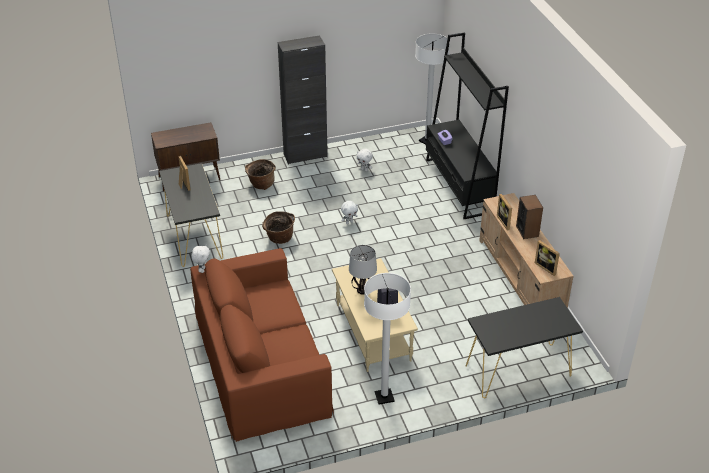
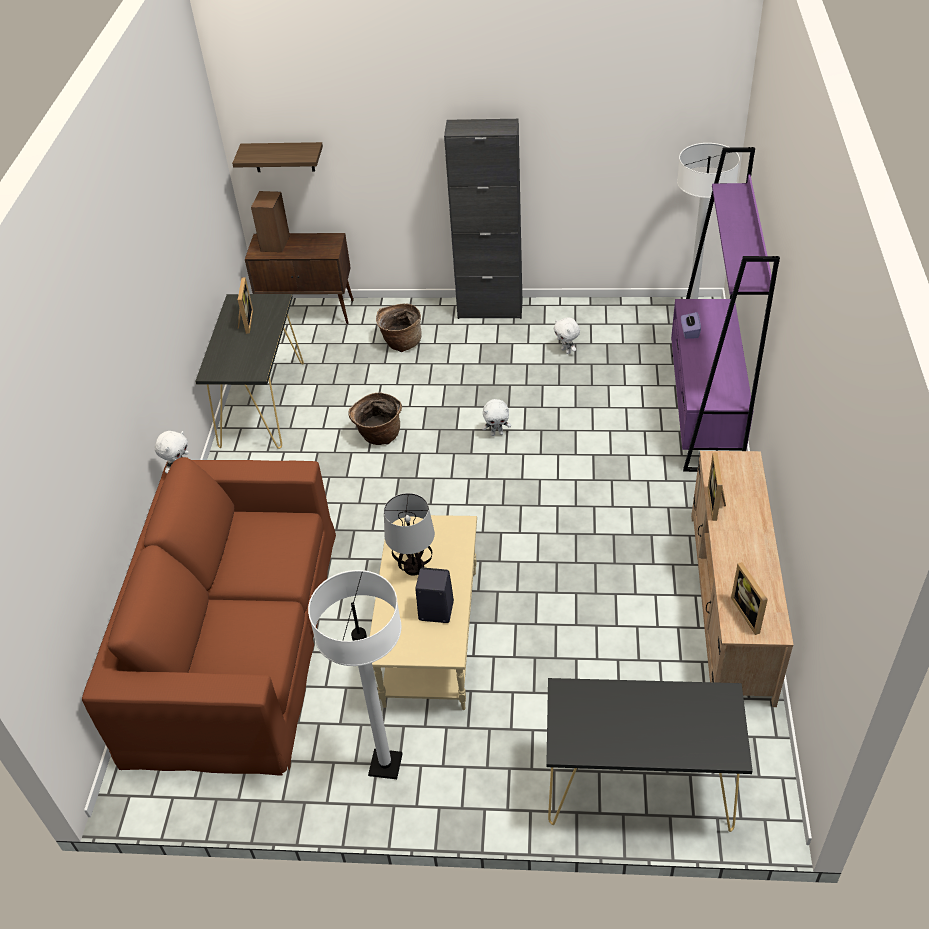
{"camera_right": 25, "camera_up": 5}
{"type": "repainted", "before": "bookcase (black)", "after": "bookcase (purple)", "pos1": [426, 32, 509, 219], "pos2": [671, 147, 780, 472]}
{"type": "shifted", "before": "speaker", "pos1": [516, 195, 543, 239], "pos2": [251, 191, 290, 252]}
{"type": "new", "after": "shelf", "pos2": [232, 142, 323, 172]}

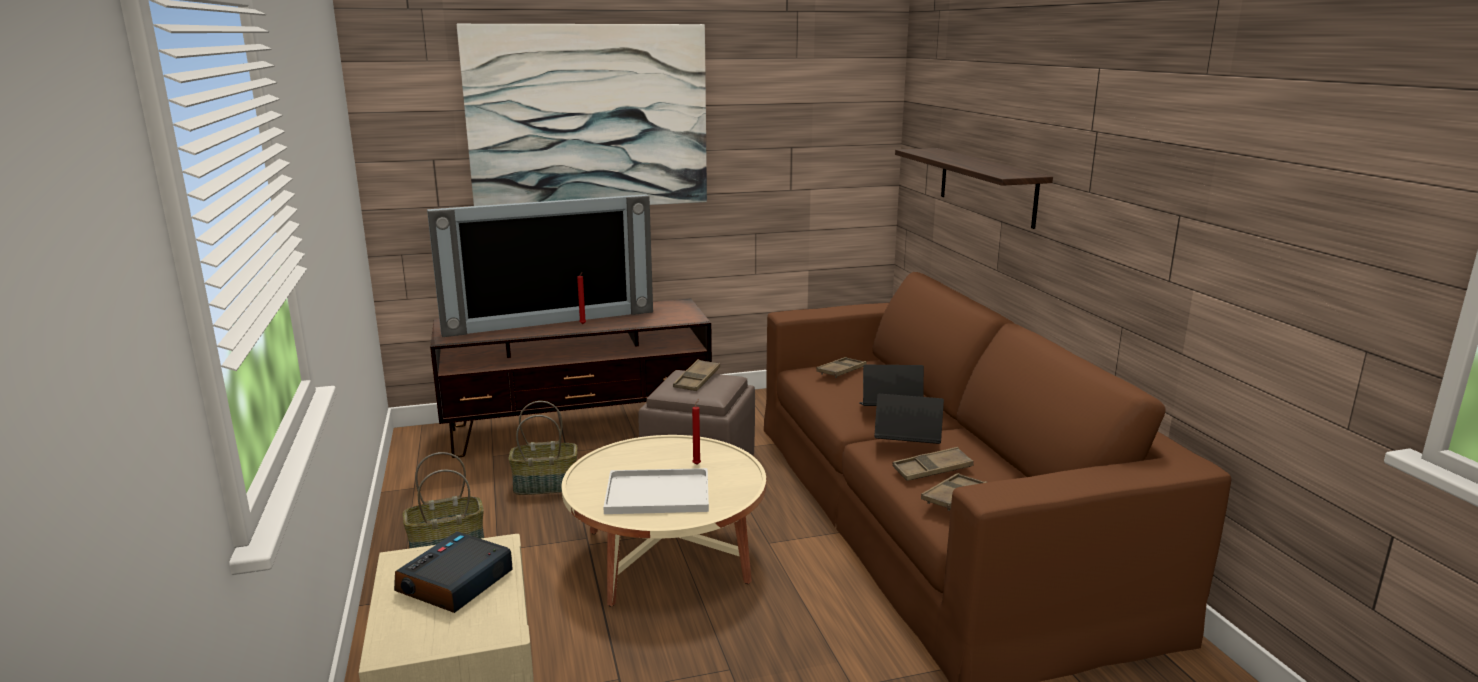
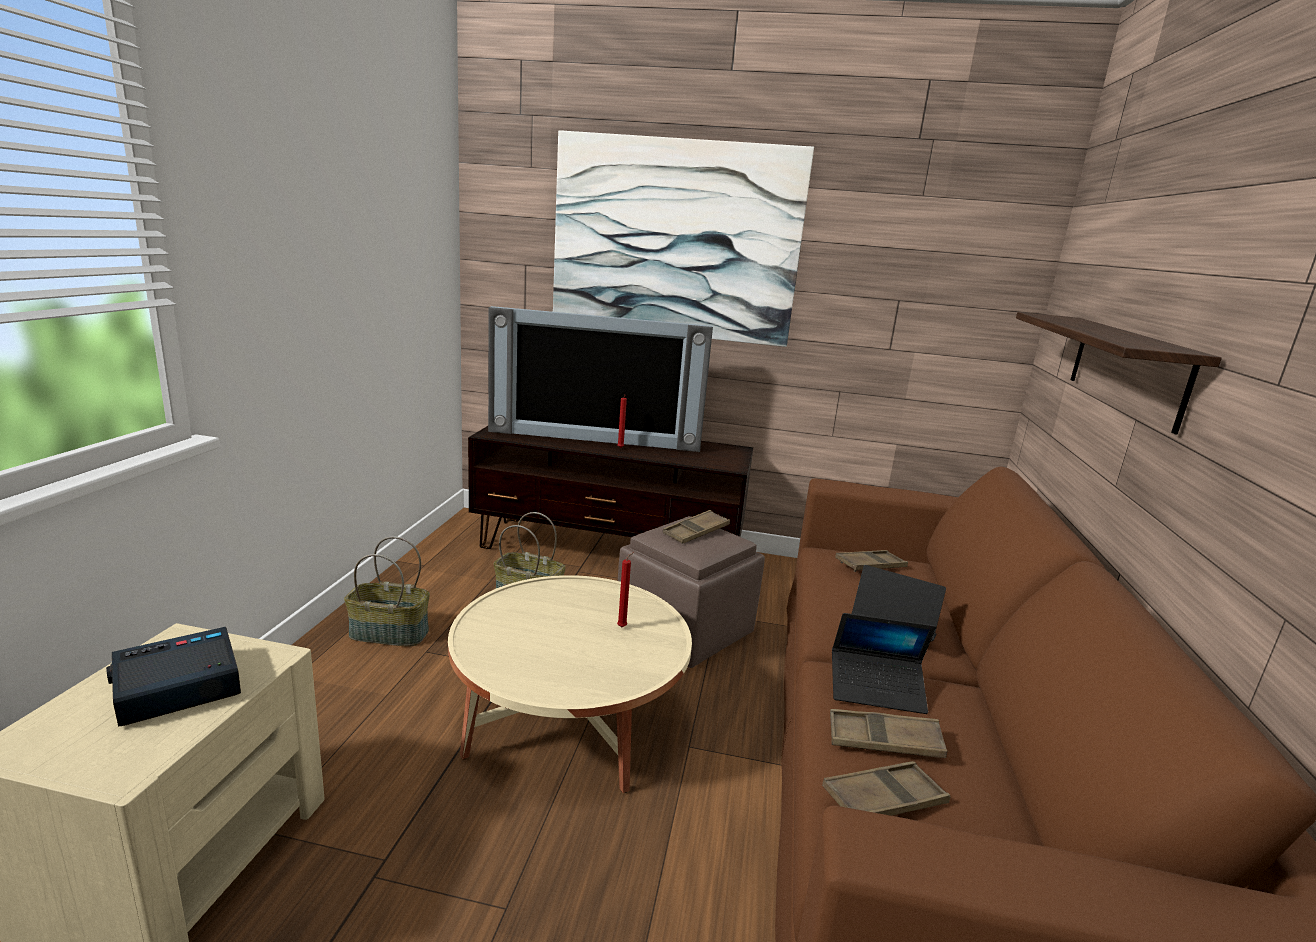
{"camera_right": 25, "camera_up": 0}
{"type": "gone", "before": "tray (white)", "pos1": [603, 468, 709, 514]}
{"type": "rotated", "before": "laptop", "pos1": [874, 394, 944, 444], "pos2": [832, 613, 936, 714], "turn": 150}

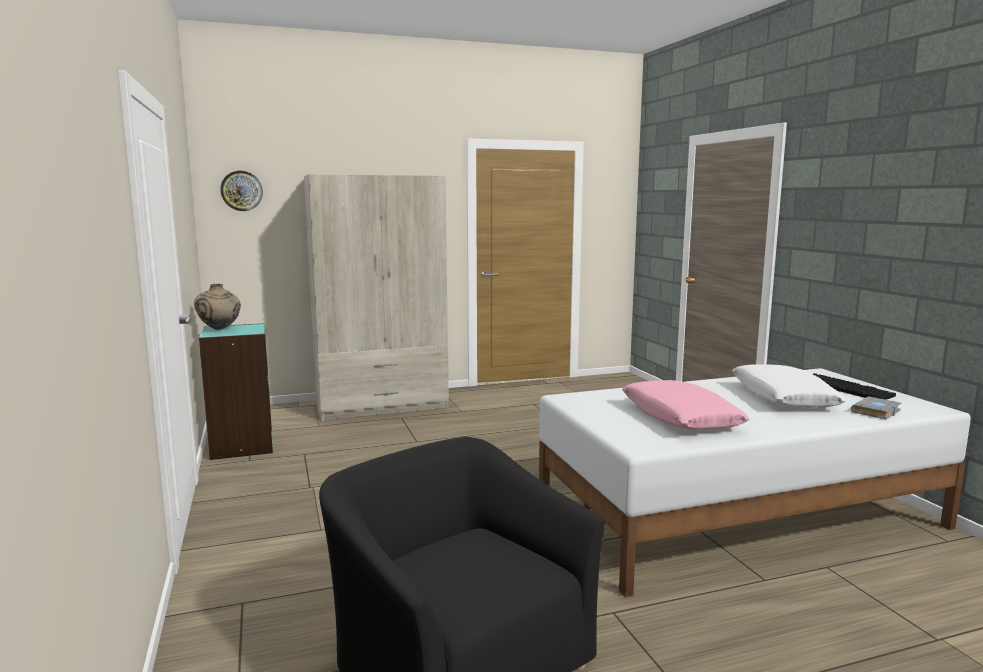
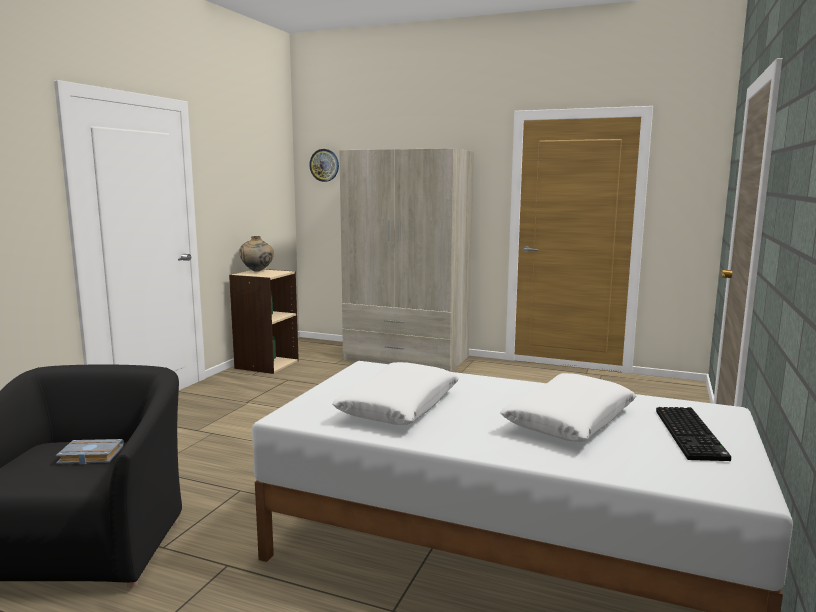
{"camera_right": 40, "camera_up": 0}
{"type": "repainted", "before": "bookcase (turquoise)", "after": "bookcase (beige)", "pos1": [199, 323, 273, 460], "pos2": [229, 269, 299, 374]}
{"type": "repainted", "before": "pillow (pink)", "after": "pillow (white)", "pos1": [622, 380, 749, 430], "pos2": [332, 362, 459, 425]}
{"type": "shifted", "before": "book (grey)", "pos1": [851, 396, 902, 419], "pos2": [56, 439, 124, 464]}

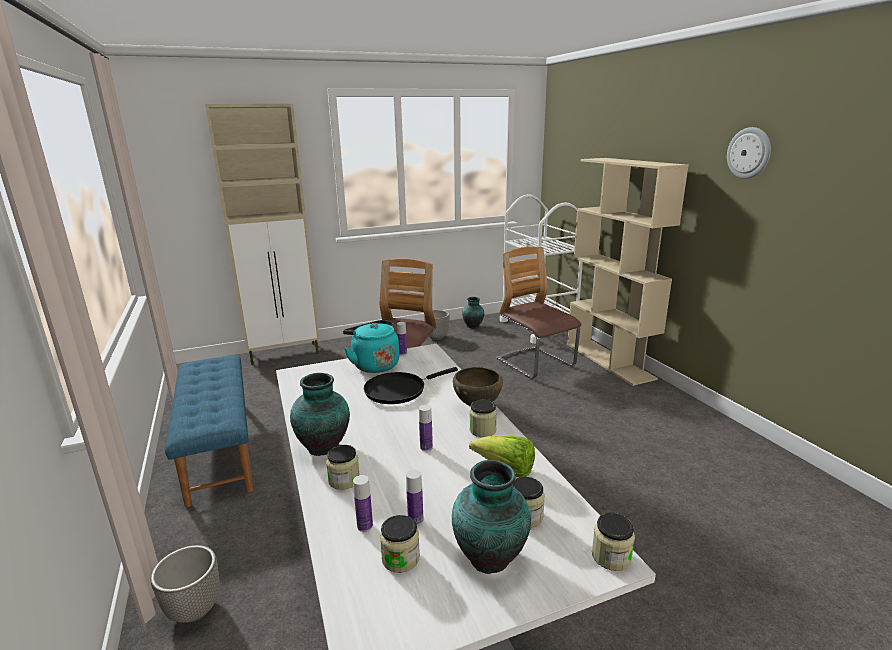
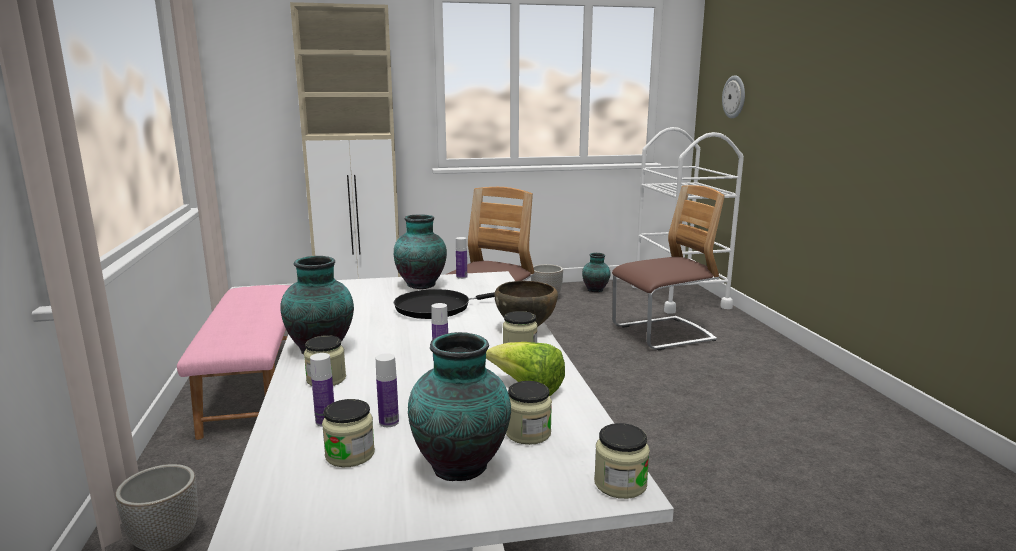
{"camera_right": 10, "camera_up": -5}
{"type": "repainted", "before": "bench (blue)", "after": "bench (pink)", "pos1": [165, 355, 253, 507], "pos2": [177, 285, 291, 440]}
{"type": "swapped", "before": "kettle (turquoise)", "after": "vase", "pos1": [343, 320, 399, 373], "pos2": [394, 215, 447, 289]}
{"type": "rotated", "before": "chair", "pos1": [496, 247, 581, 378], "pos2": [612, 185, 725, 351], "turn": 90}
{"type": "gone", "before": "bookcase (beige)", "pos1": [567, 158, 689, 386]}
{"type": "shifted", "before": "wall clock", "pos1": [727, 127, 771, 179], "pos2": [722, 75, 745, 118]}

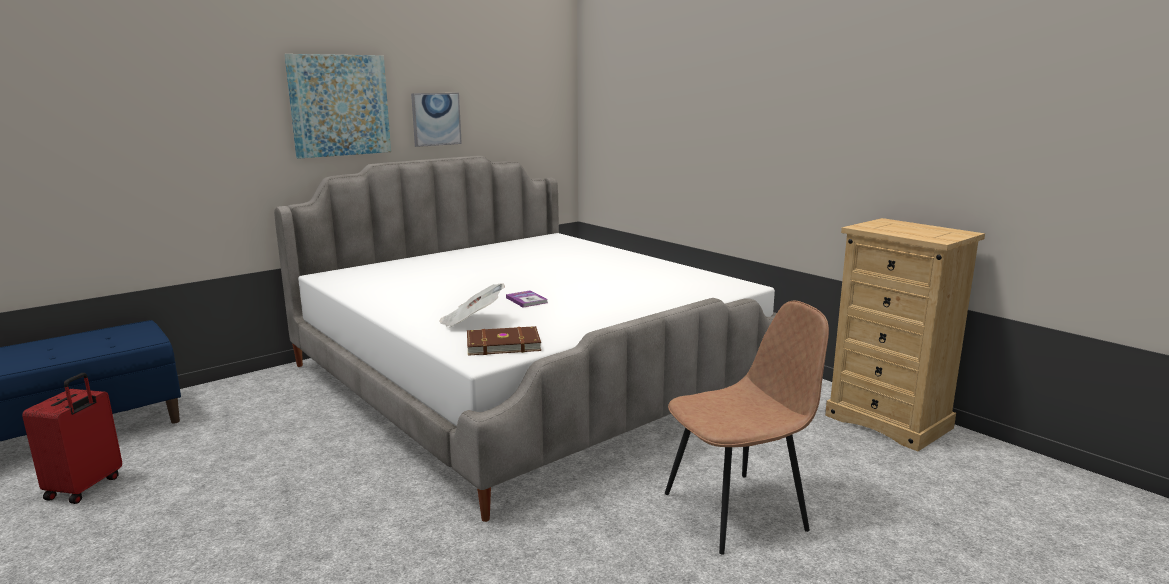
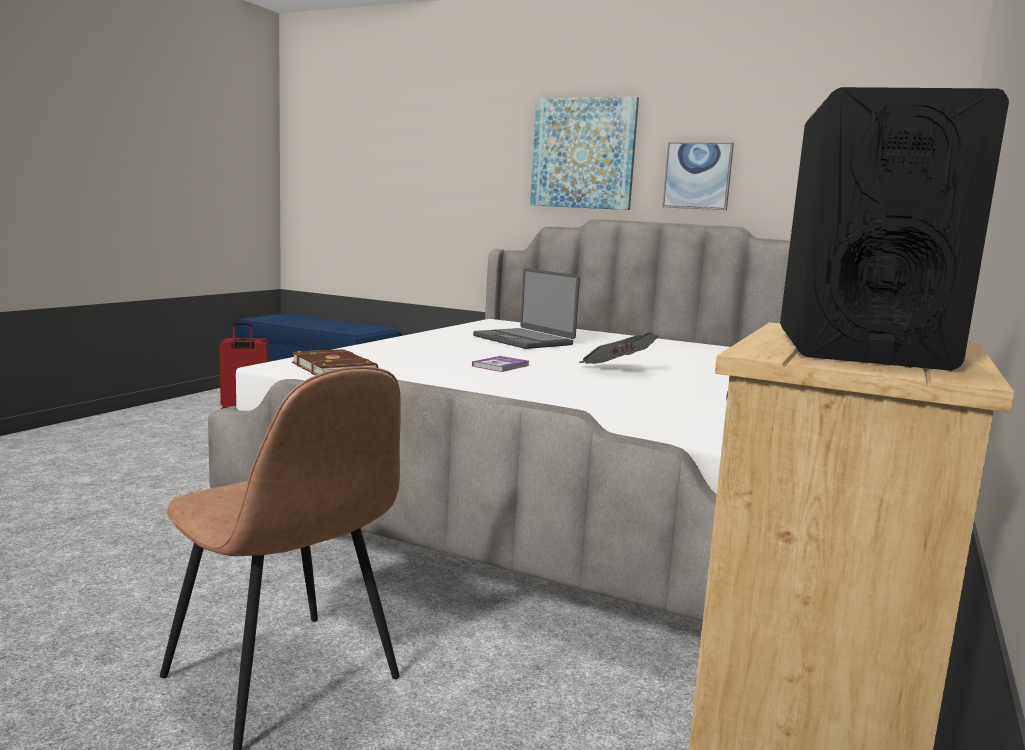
{"camera_right": 65, "camera_up": -5}
{"type": "shifted", "before": "newspaper", "pos1": [439, 283, 505, 328], "pos2": [579, 332, 659, 364]}
{"type": "new", "after": "laptop", "pos2": [473, 268, 580, 349]}
{"type": "new", "after": "speaker (black)", "pos2": [780, 87, 1009, 371]}

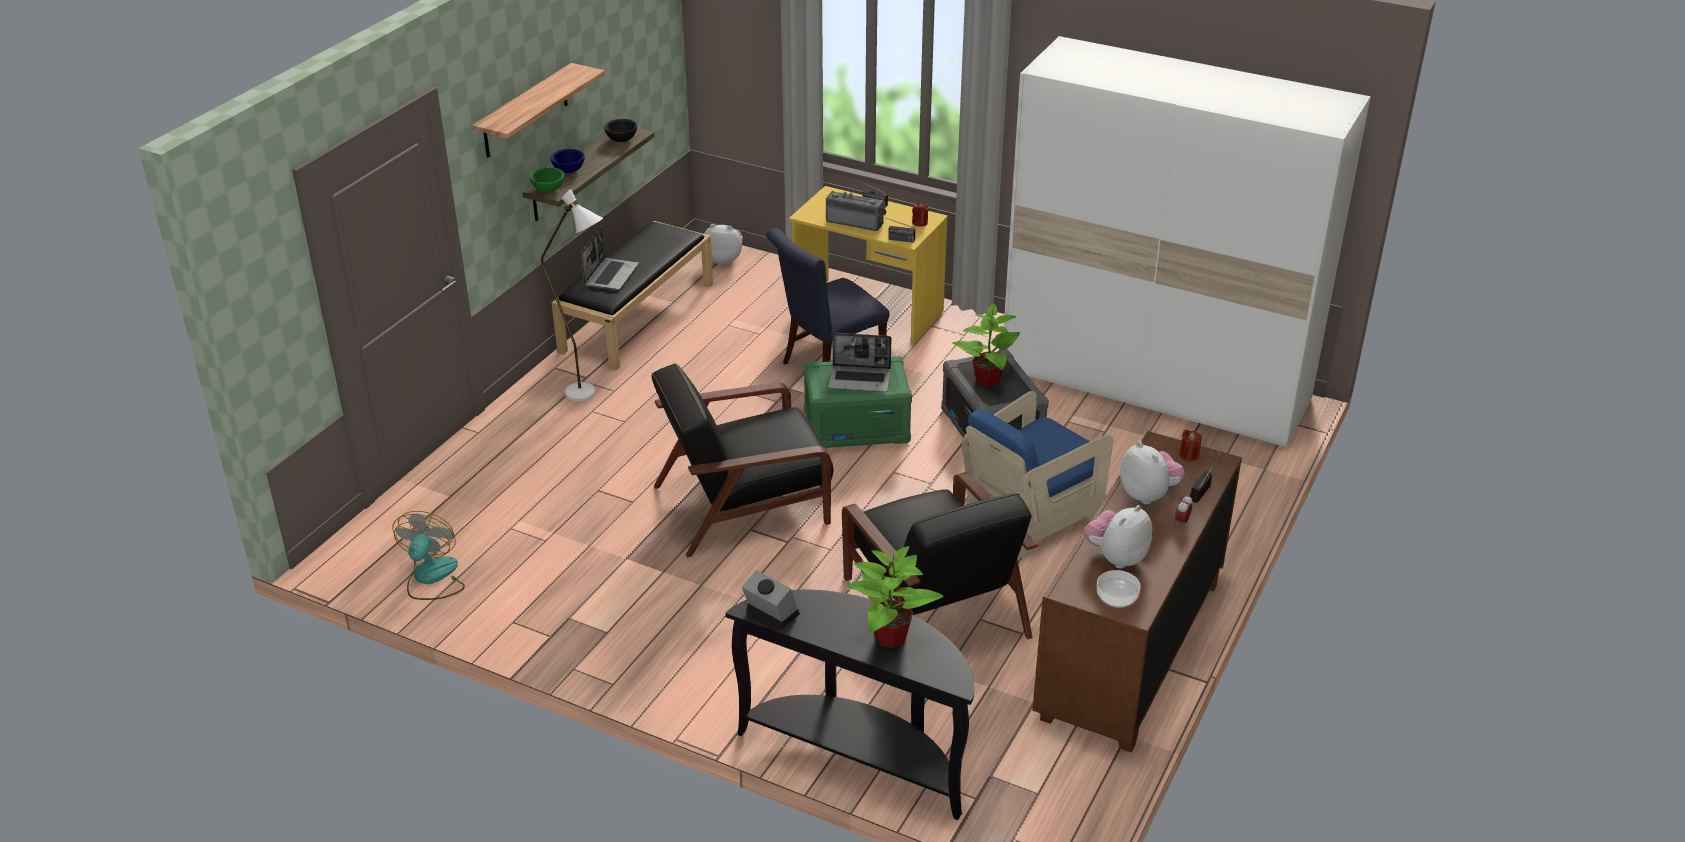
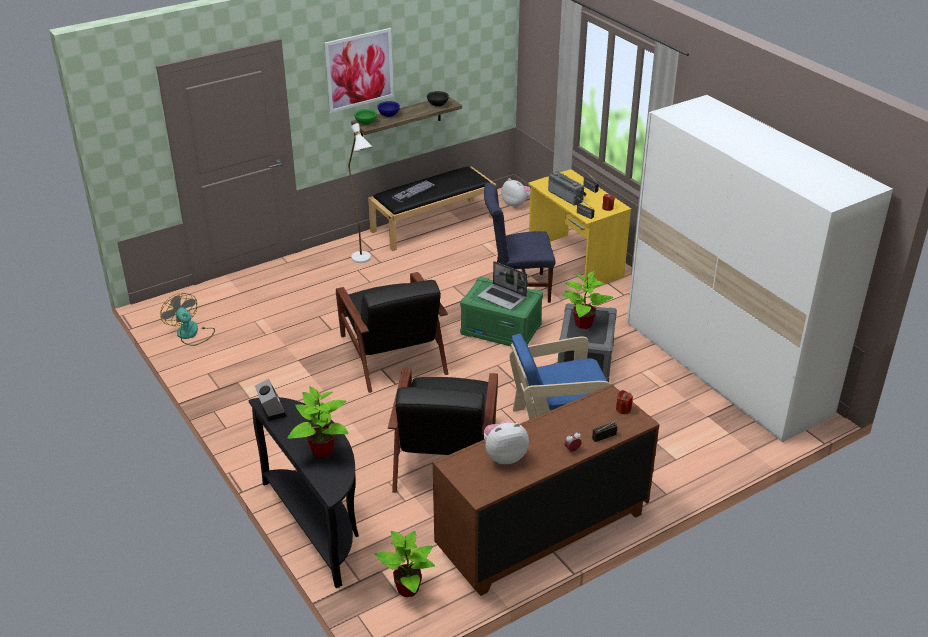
{"camera_right": 30, "camera_up": 0}
{"type": "rotated", "before": "fan", "pos1": [393, 511, 465, 600], "pos2": [160, 293, 215, 346], "turn": -75}
{"type": "swapped", "before": "shelf", "after": "picture", "pos1": [472, 63, 605, 158], "pos2": [324, 28, 394, 113]}
{"type": "swapped", "before": "laptop", "after": "keyboard", "pos1": [581, 227, 639, 290], "pos2": [392, 180, 436, 202]}
{"type": "rotated", "before": "armchair (black)", "pos1": [652, 363, 833, 557], "pos2": [336, 272, 448, 393], "turn": -120}
{"type": "gone", "before": "bowl", "pos1": [1097, 570, 1141, 608]}
{"type": "gone", "before": "plush toy", "pos1": [1120, 441, 1185, 505]}
{"type": "new", "after": "potted plant", "pos2": [375, 531, 435, 597]}

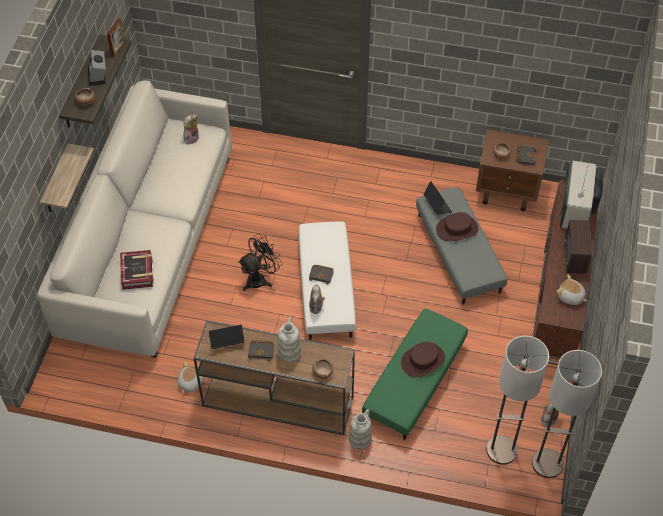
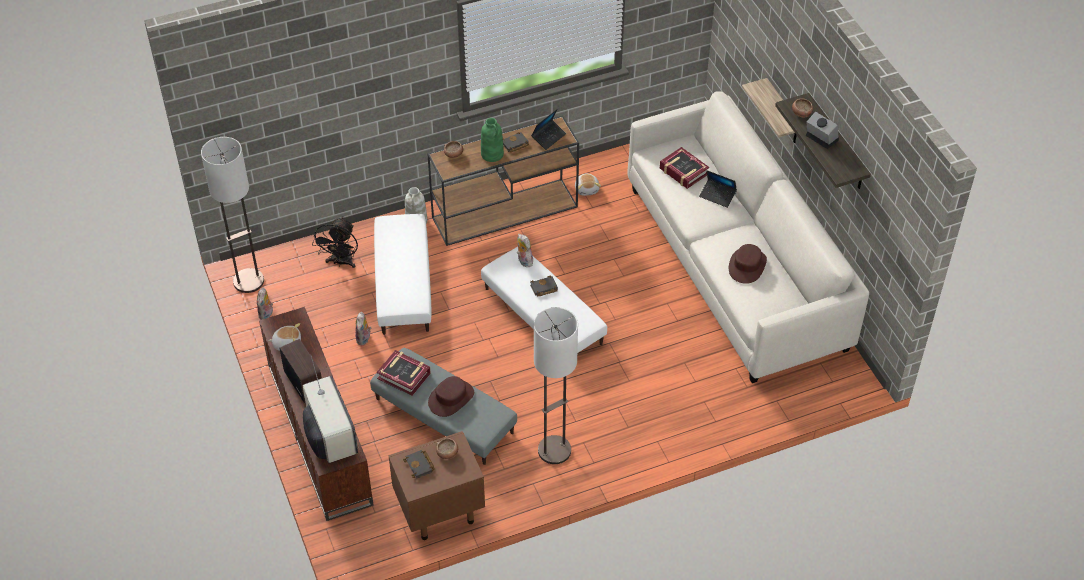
{"camera_right": 145, "camera_up": -5}
{"type": "gone", "before": "picture frame", "pos1": [107, 18, 126, 57]}
{"type": "shifted", "before": "plush toy", "pos1": [183, 115, 199, 144], "pos2": [355, 312, 371, 345]}
{"type": "shifted", "before": "fan (black)", "pos1": [238, 233, 283, 291], "pos2": [312, 217, 358, 268]}
{"type": "repainted", "before": "vase (white)", "after": "vase (green)", "pos1": [277, 316, 302, 363], "pos2": [481, 118, 504, 162]}
{"type": "repainted", "before": "ottoman (green)", "after": "ottoman (white)", "pos1": [362, 309, 468, 440], "pos2": [374, 214, 431, 335]}
{"type": "shifted", "before": "hat (brown)", "pos1": [401, 342, 445, 377], "pos2": [729, 244, 767, 284]}
{"type": "shifted", "before": "laptop", "pos1": [424, 181, 452, 215], "pos2": [699, 170, 737, 208]}
{"type": "shifted", "before": "floor lamp", "pos1": [486, 335, 549, 465], "pos2": [534, 307, 578, 464]}
{"type": "new", "after": "book", "pos2": [377, 350, 431, 396]}

